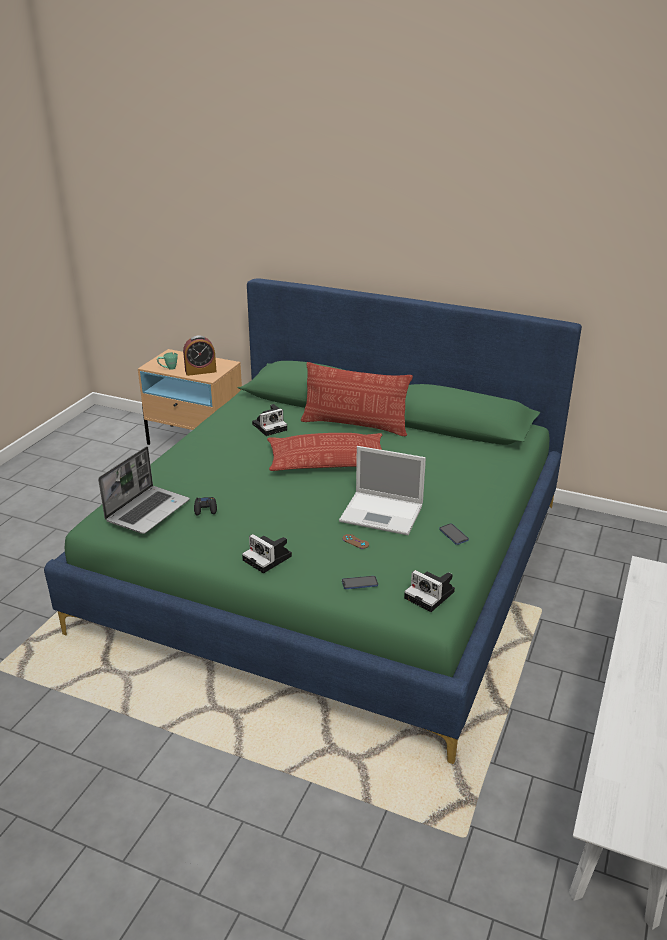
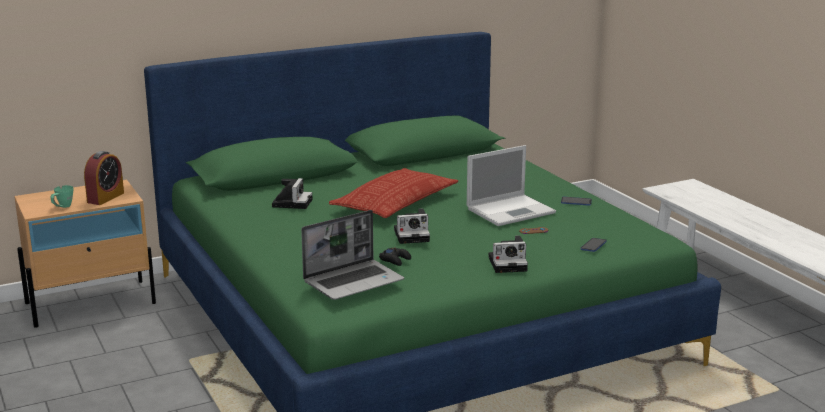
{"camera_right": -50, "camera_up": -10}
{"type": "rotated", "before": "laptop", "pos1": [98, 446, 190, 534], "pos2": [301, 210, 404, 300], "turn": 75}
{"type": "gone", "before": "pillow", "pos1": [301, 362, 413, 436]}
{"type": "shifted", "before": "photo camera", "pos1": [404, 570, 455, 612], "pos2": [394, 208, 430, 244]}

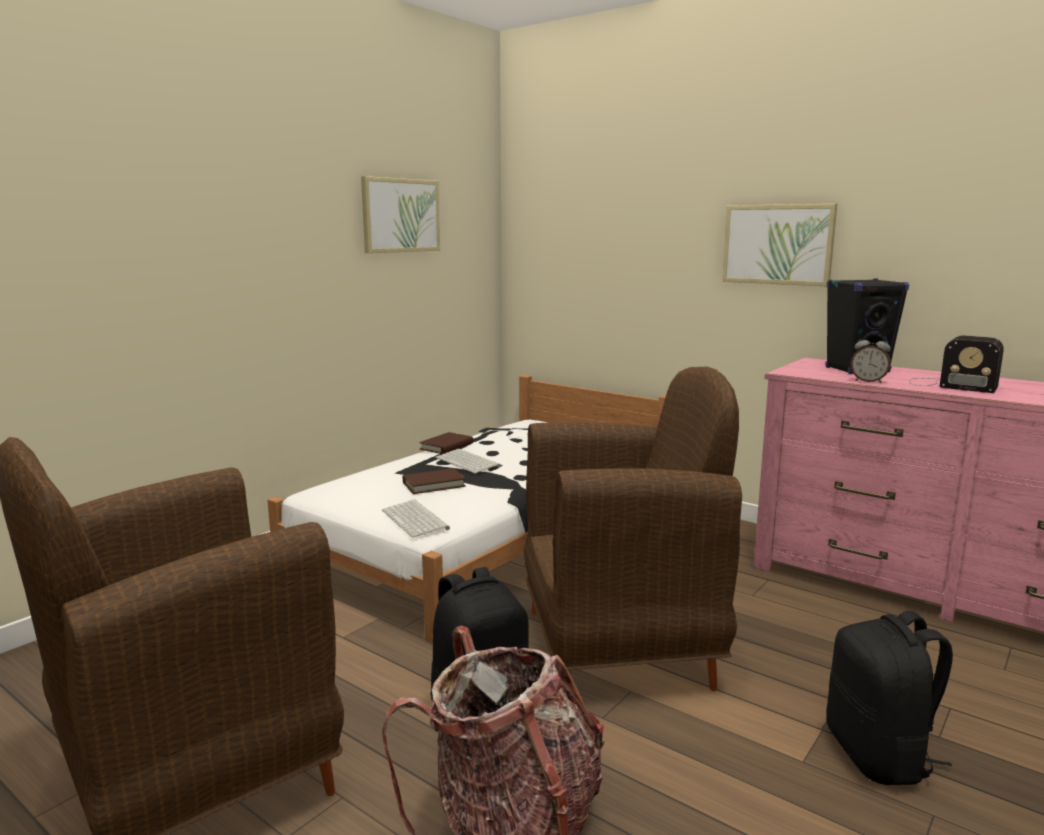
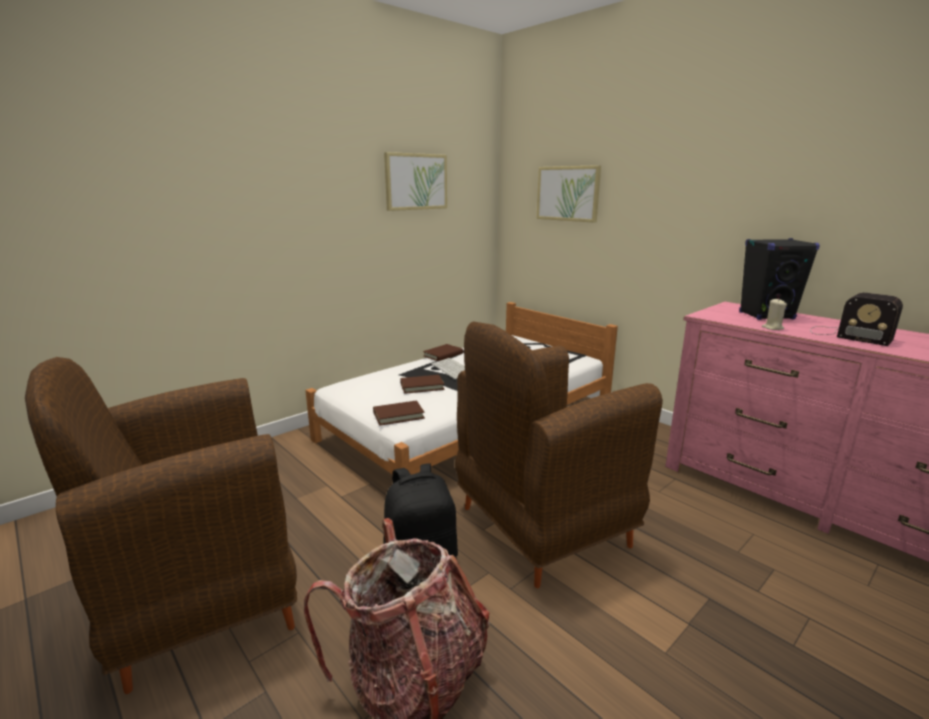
{"camera_right": 10, "camera_up": 5}
{"type": "swapped", "before": "keyboard", "after": "book (brown)", "pos1": [382, 499, 450, 538], "pos2": [373, 401, 425, 426]}
{"type": "rotated", "before": "armchair (brown)", "pos1": [524, 367, 742, 691], "pos2": [455, 321, 663, 588], "turn": 150}
{"type": "shifted", "before": "picture", "pos1": [722, 204, 837, 286], "pos2": [537, 165, 601, 223]}
{"type": "gone", "before": "backpack (black)", "pos1": [826, 611, 953, 785]}
{"type": "swapped", "before": "alarm clock", "after": "candle (beige)", "pos1": [851, 334, 891, 383], "pos2": [762, 299, 787, 330]}

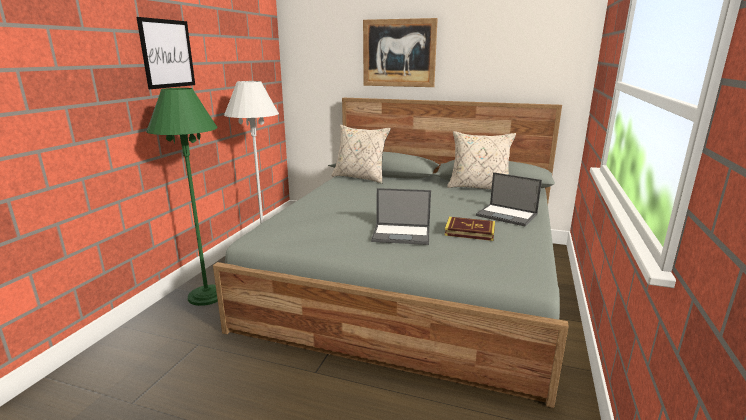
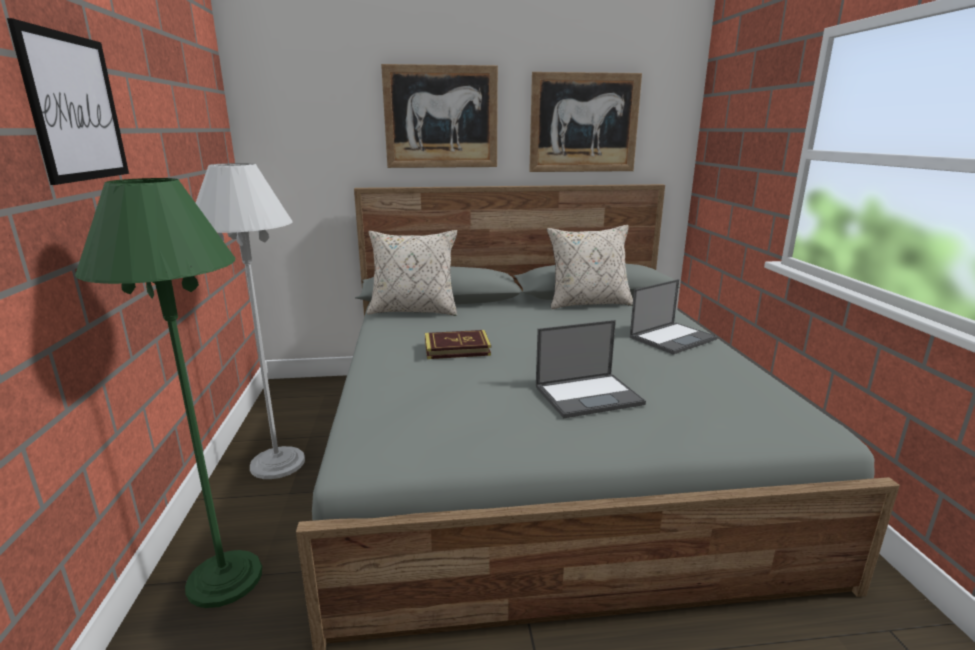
{"camera_right": -25, "camera_up": 0}
{"type": "shifted", "before": "book", "pos1": [444, 217, 495, 241], "pos2": [425, 330, 491, 359]}
{"type": "rotated", "before": "laptop", "pos1": [476, 172, 542, 226], "pos2": [630, 279, 718, 355], "turn": -45}
{"type": "new", "after": "picture", "pos2": [529, 72, 642, 172]}

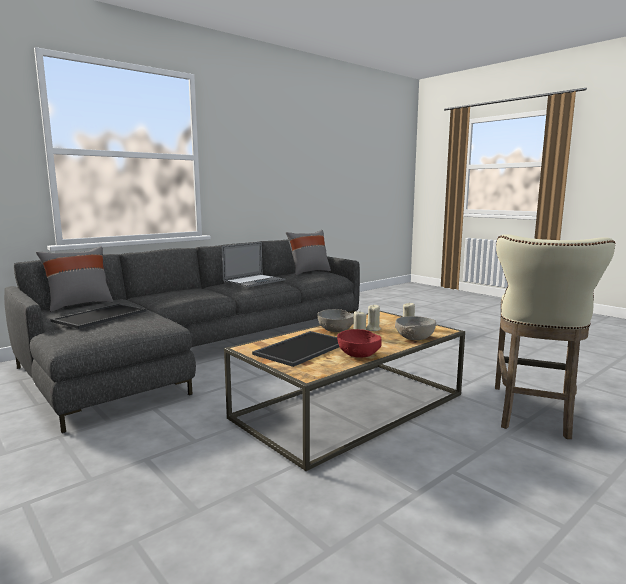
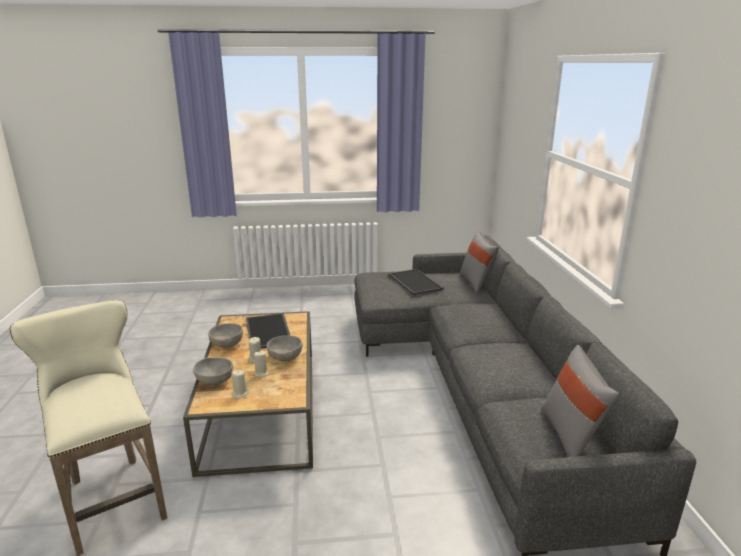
{"camera_right": 125, "camera_up": 10}
{"type": "gone", "before": "laptop", "pos1": [222, 242, 285, 288]}
{"type": "repainted", "before": "bowl (red)", "after": "bowl (grey)", "pos1": [337, 329, 382, 358], "pos2": [208, 323, 243, 348]}

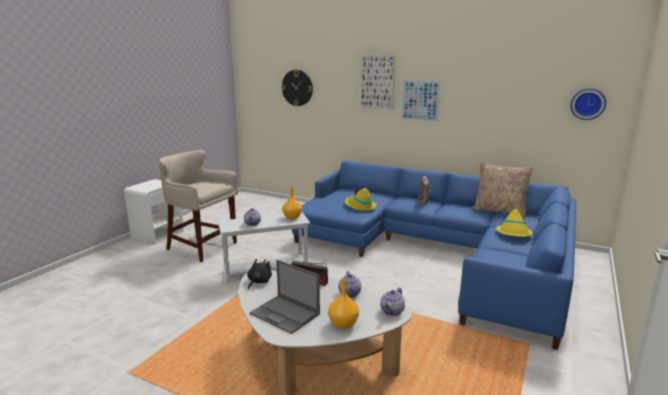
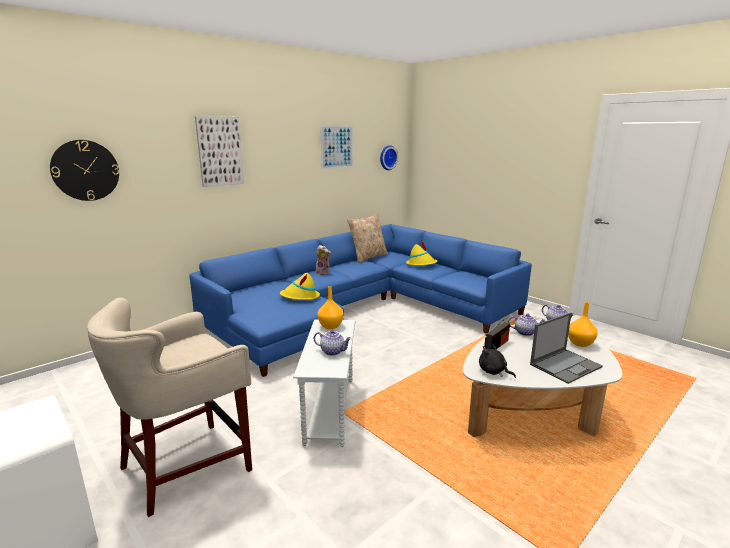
{"camera_right": -70, "camera_up": 0}
{"type": "shifted", "before": "picture", "pos1": [400, 79, 442, 122], "pos2": [320, 125, 353, 169]}

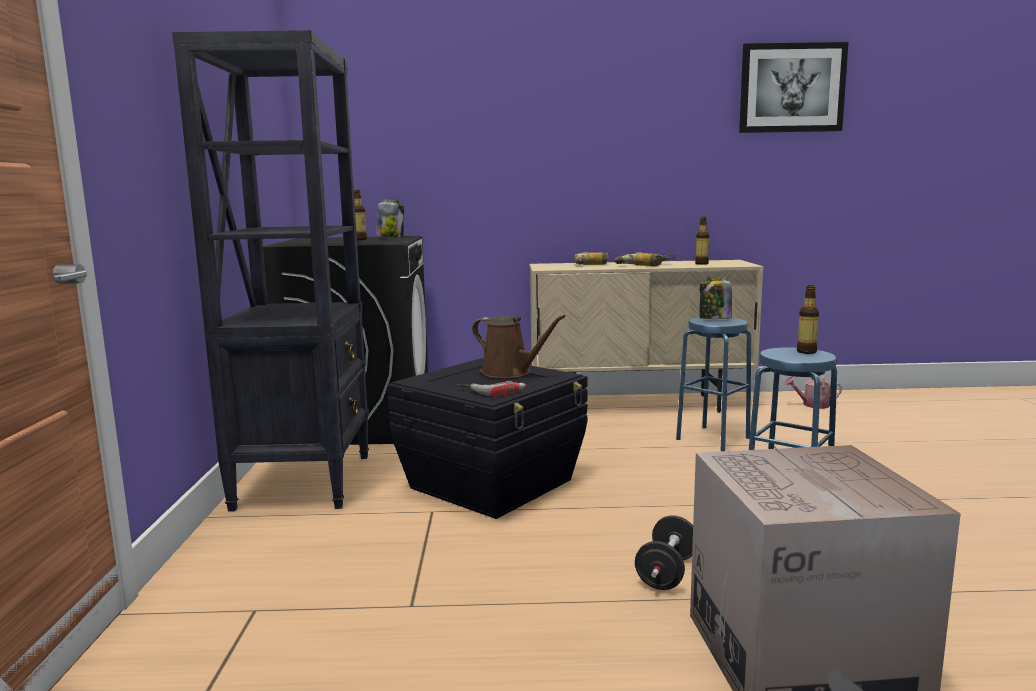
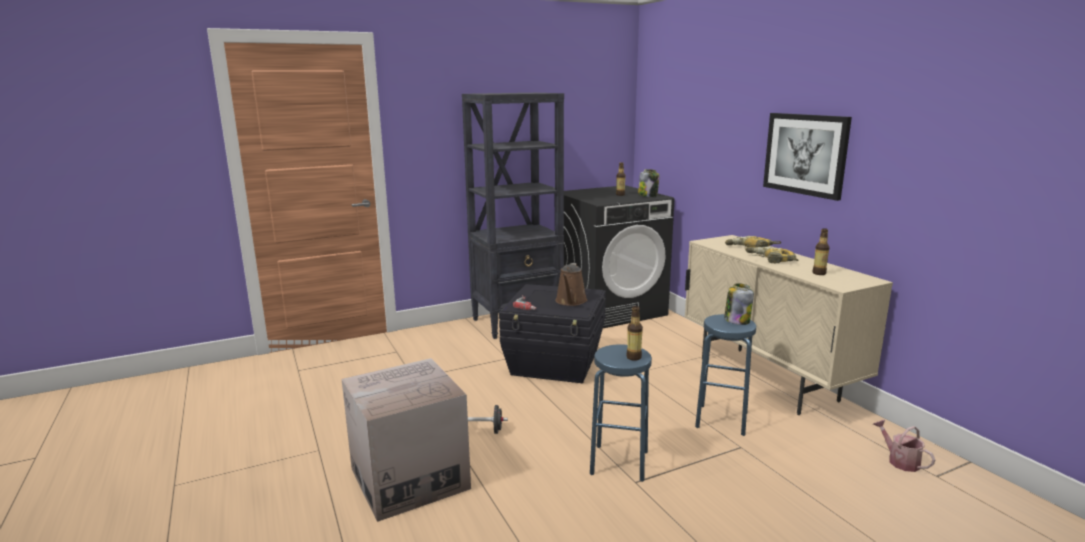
{"camera_right": 65, "camera_up": 5}
{"type": "shifted", "before": "picture", "pos1": [739, 42, 849, 133], "pos2": [763, 113, 852, 201]}

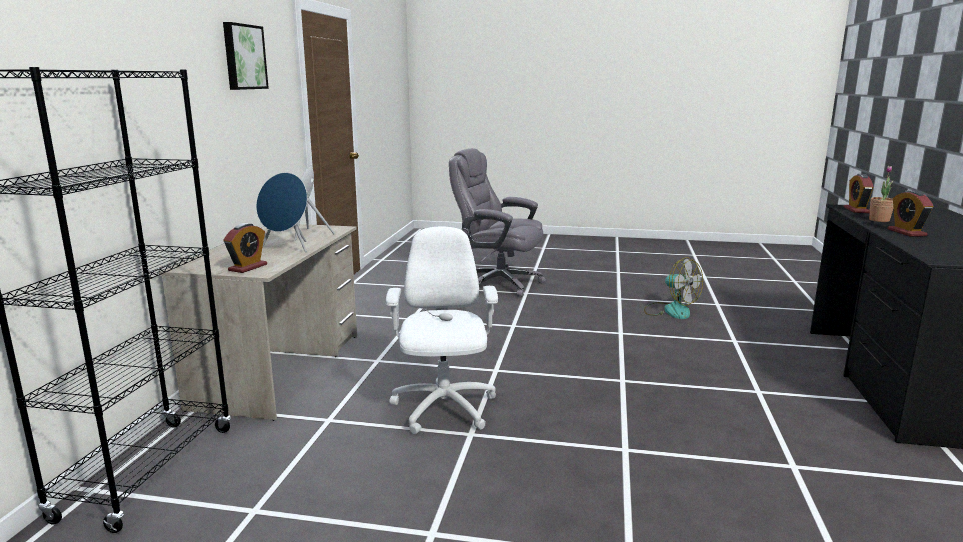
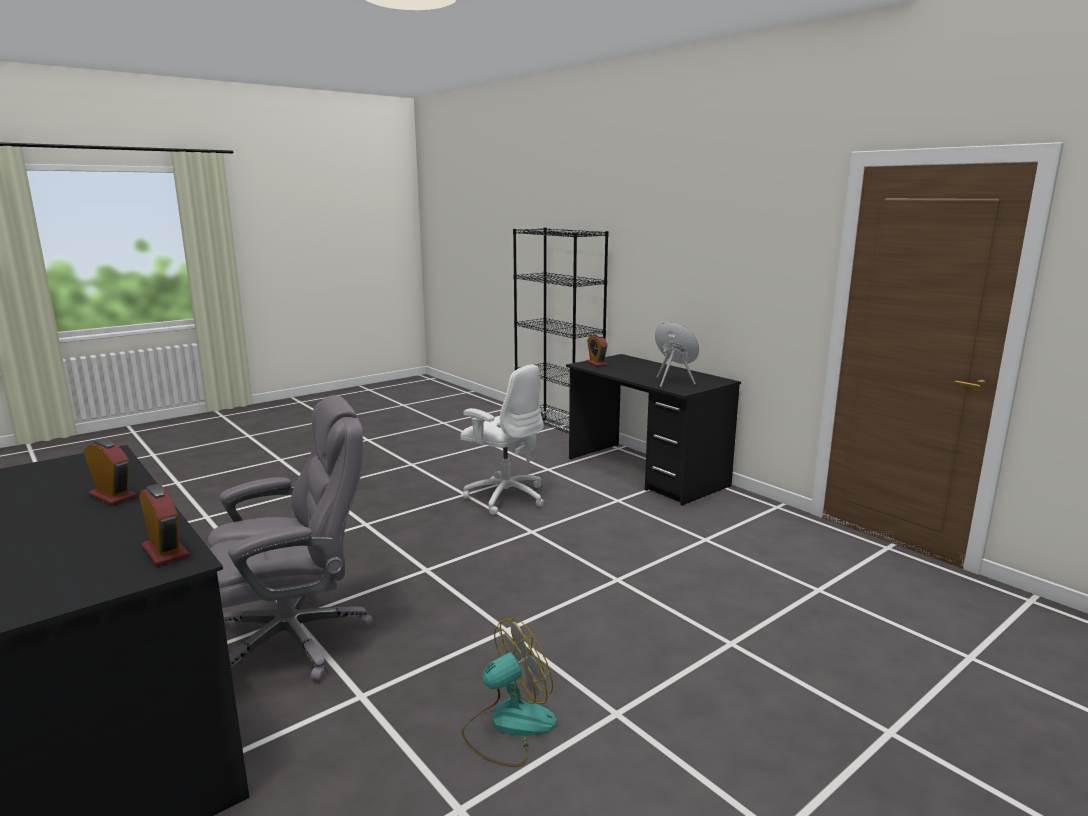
{"camera_right": 130, "camera_up": 0}
{"type": "repainted", "before": "desk (beige)", "after": "desk (black)", "pos1": [159, 224, 357, 421], "pos2": [566, 354, 741, 506]}
{"type": "gone", "before": "picture", "pos1": [223, 22, 269, 90]}
{"type": "gone", "before": "speaker (blue)", "pos1": [256, 172, 307, 252]}
{"type": "shifted", "before": "office chair (grey)", "pos1": [449, 148, 546, 297], "pos2": [208, 395, 374, 681]}
{"type": "rotated", "before": "fan", "pos1": [644, 257, 703, 319], "pos2": [462, 618, 557, 767], "turn": 150}
{"type": "gone", "before": "potted plant", "pos1": [869, 166, 893, 222]}

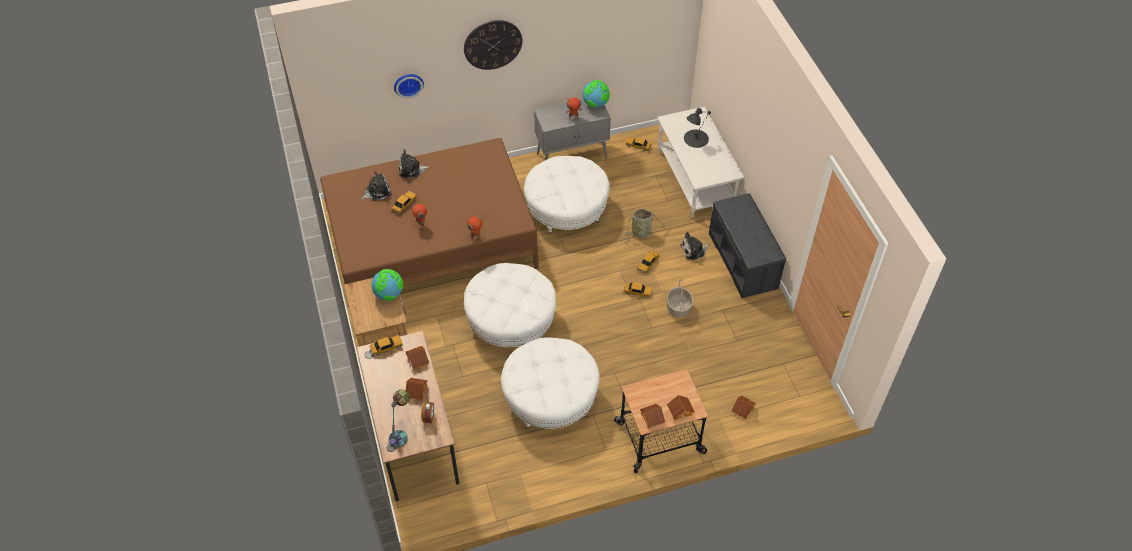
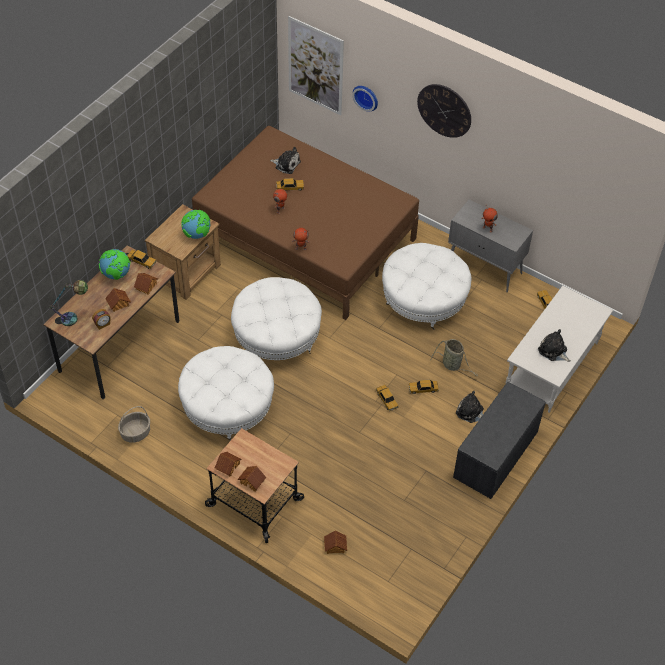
{"camera_right": 50, "camera_up": 0}
{"type": "shifted", "before": "plush toy", "pos1": [399, 149, 429, 178], "pos2": [538, 329, 571, 362]}
{"type": "shifted", "before": "globe", "pos1": [582, 80, 610, 108], "pos2": [99, 249, 131, 280]}
{"type": "shifted", "before": "basket", "pos1": [666, 279, 694, 318], "pos2": [118, 406, 150, 443]}
{"type": "gone", "before": "table lamp (black)", "pos1": [684, 108, 711, 148]}
{"type": "new", "after": "picture", "pos2": [288, 16, 344, 115]}

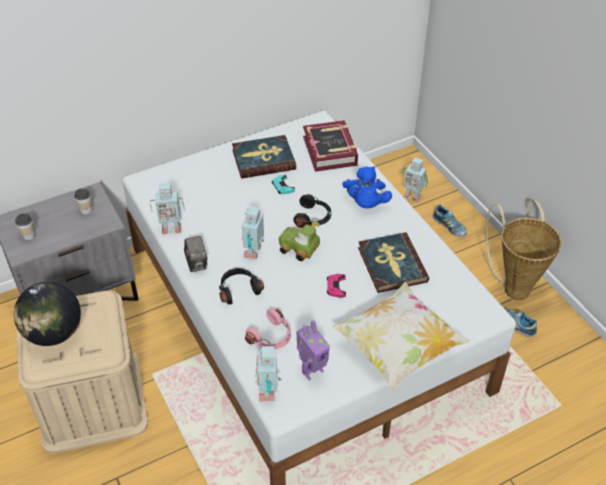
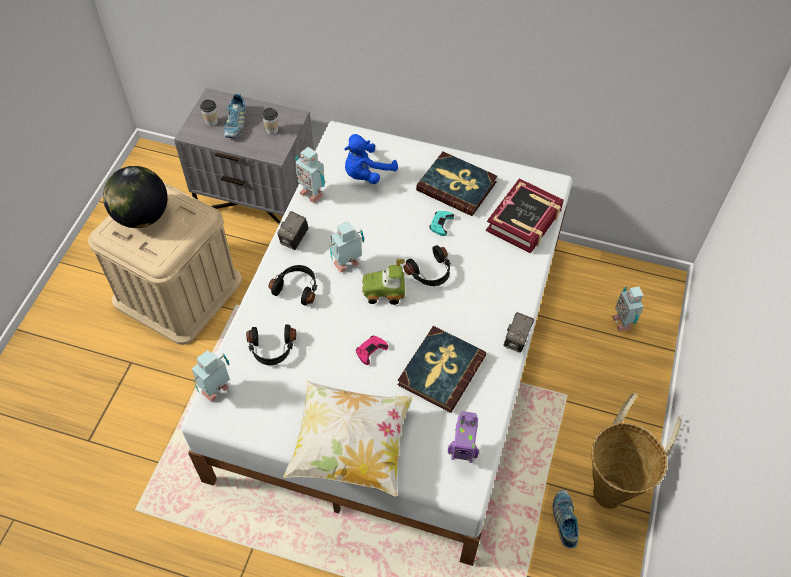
{"camera_right": 45, "camera_up": 10}
{"type": "repainted", "before": "headphones (pink)", "after": "headphones (black)", "pos1": [245, 309, 291, 349], "pos2": [246, 324, 296, 365]}
{"type": "rotated", "before": "toy car", "pos1": [279, 220, 320, 261], "pos2": [362, 259, 405, 305], "turn": -75}
{"type": "shifted", "before": "toy robot", "pos1": [297, 320, 330, 380], "pos2": [448, 411, 479, 463]}
{"type": "shifted", "before": "plush toy (blue)", "pos1": [343, 166, 392, 209], "pos2": [344, 134, 398, 184]}
{"type": "shifted", "before": "shoe", "pos1": [433, 205, 467, 237], "pos2": [224, 94, 246, 138]}
{"type": "new", "after": "photo camera", "pos2": [503, 312, 534, 353]}

